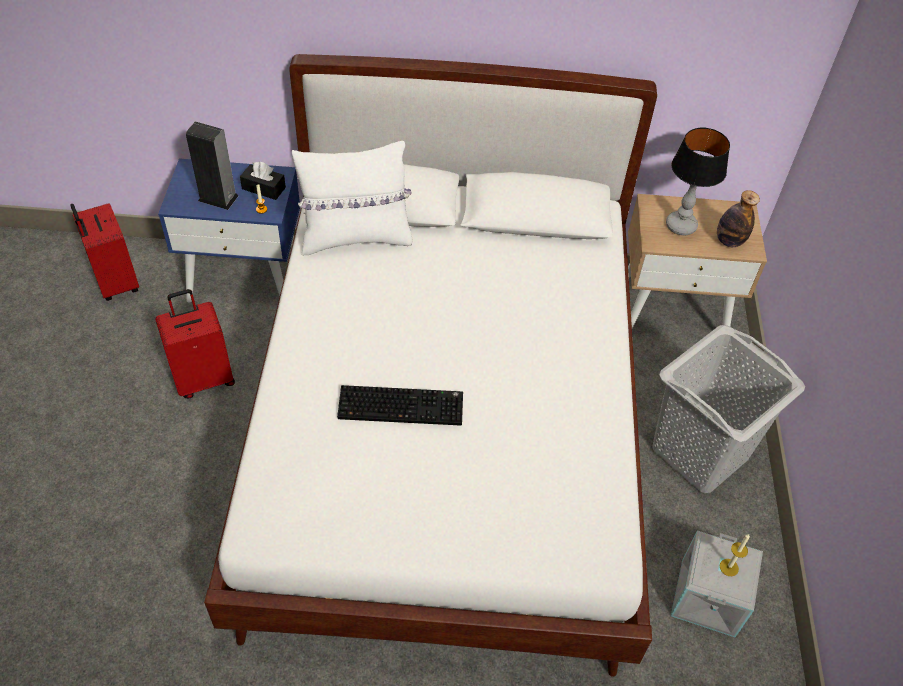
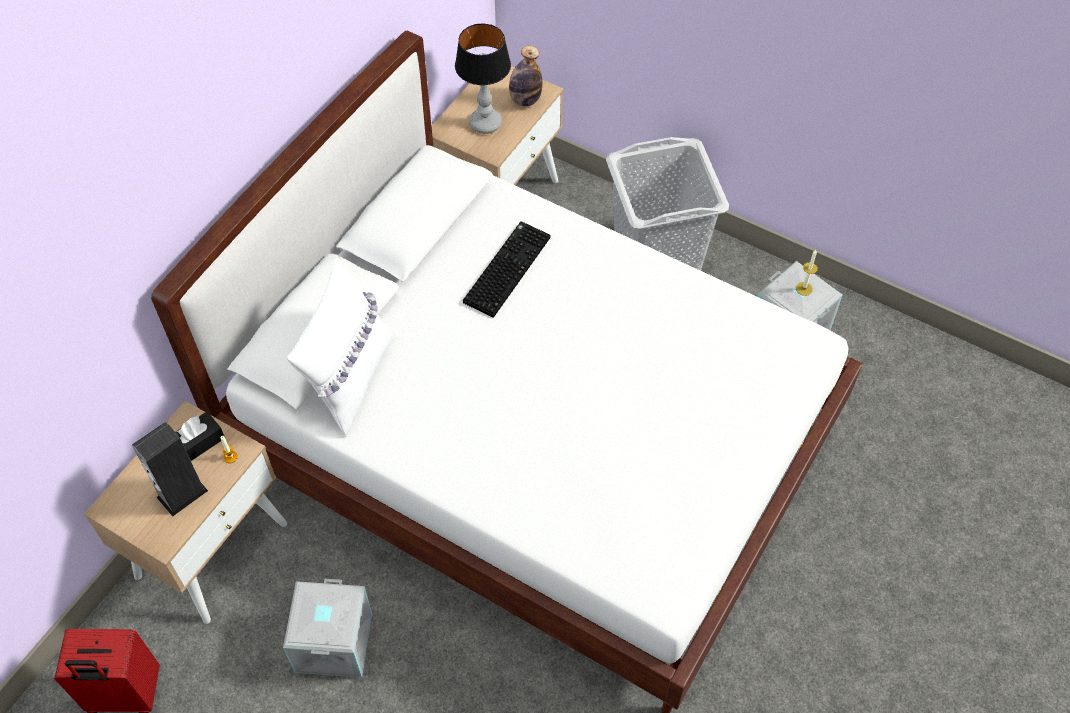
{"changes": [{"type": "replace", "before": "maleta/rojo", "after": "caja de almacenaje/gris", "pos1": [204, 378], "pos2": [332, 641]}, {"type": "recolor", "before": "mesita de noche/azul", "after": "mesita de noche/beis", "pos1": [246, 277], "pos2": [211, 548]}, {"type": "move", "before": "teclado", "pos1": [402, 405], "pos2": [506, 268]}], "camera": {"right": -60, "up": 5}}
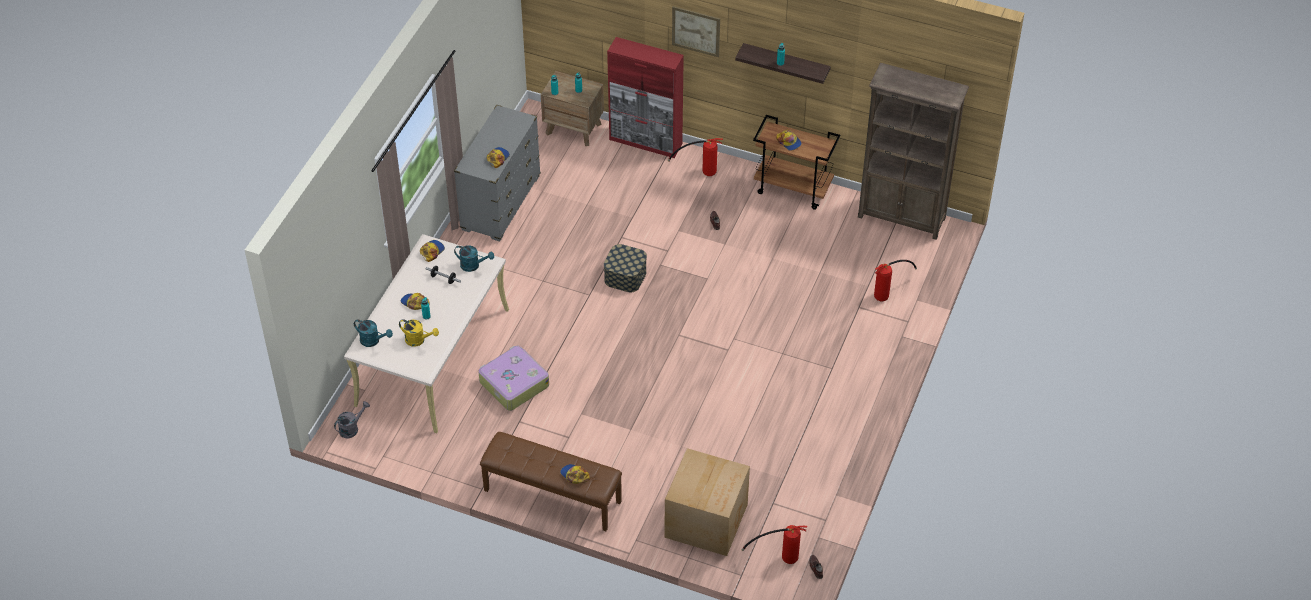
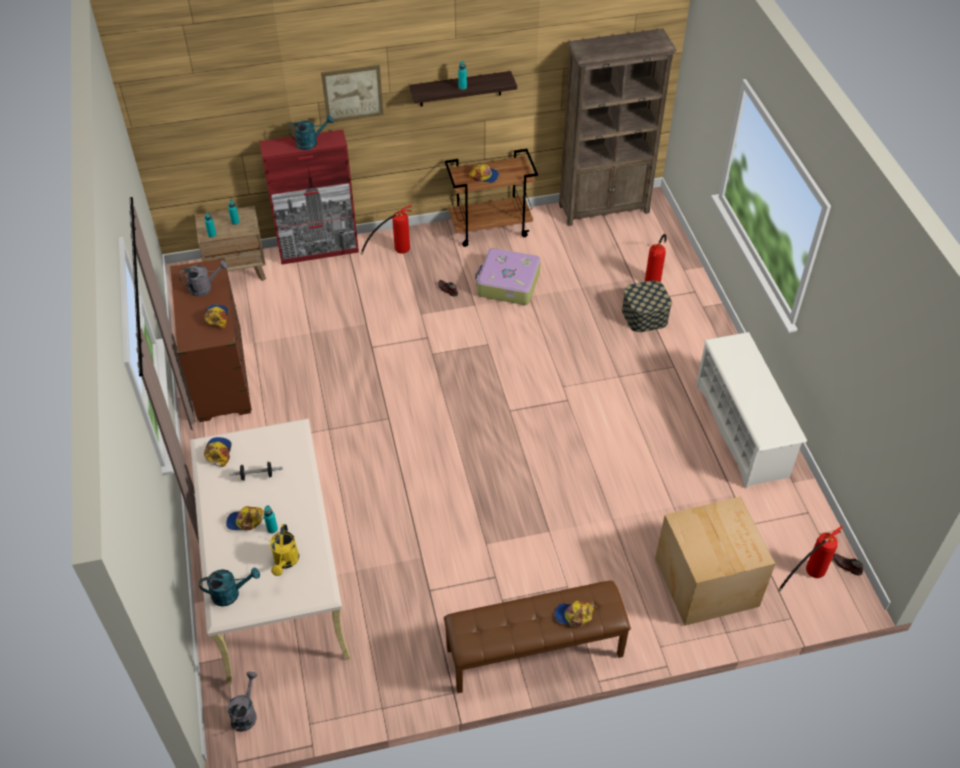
{"changes": [{"type": "rotate", "before": "regadera/amarillo", "pos1": [418, 340], "pos2": [286, 562], "turn": 105}, {"type": "recolor", "before": "cómoda/gris", "after": "cómoda/marrón", "pos1": [501, 203], "pos2": [220, 375]}, {"type": "move", "before": "regadera/turquesa", "pos1": [473, 265], "pos2": [310, 143]}, {"type": "move", "before": "maleta", "pos1": [513, 384], "pos2": [507, 284]}, {"type": "move", "before": "caja de almacenaje", "pos1": [625, 276], "pos2": [644, 316]}, {"type": "insert", "after": "regadera/gris", "pos2": [205, 287]}, {"type": "insert", "after": "zapatero/blanco", "pos2": [741, 430]}], "camera": {"right": -35, "up": 0}}
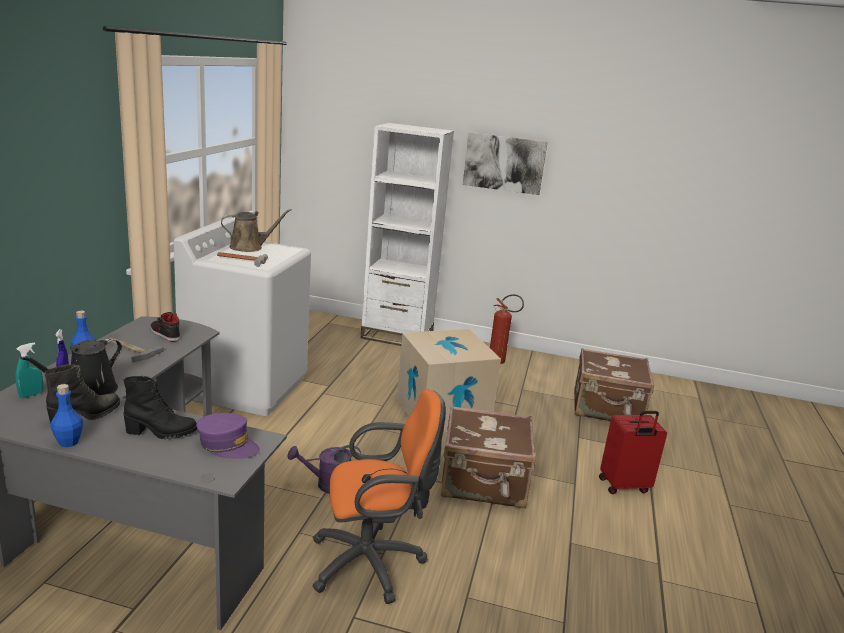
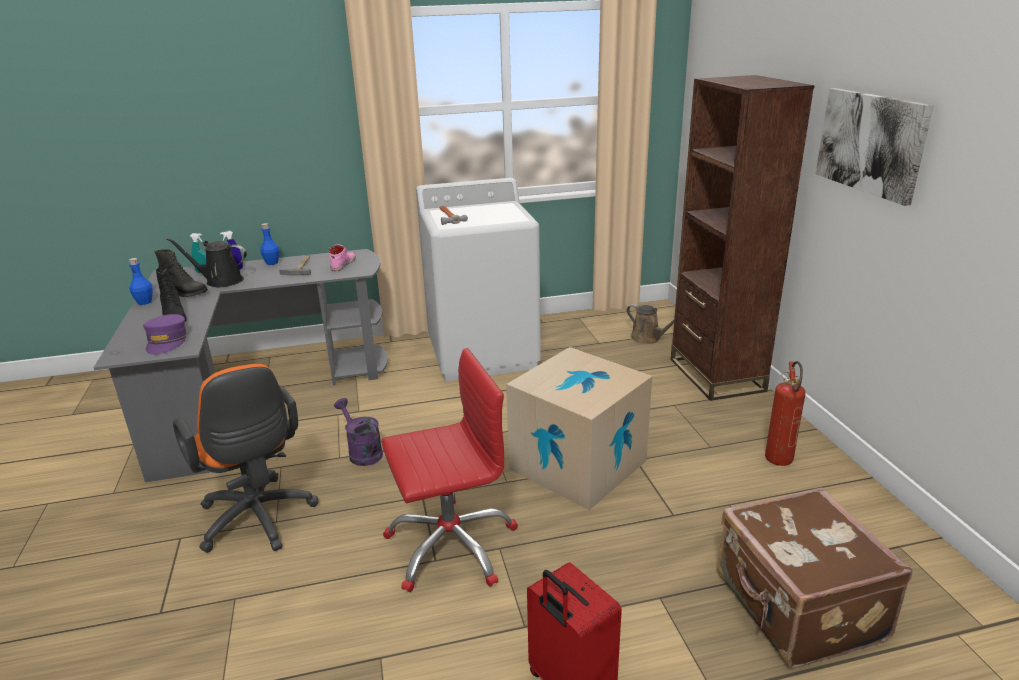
{"changes": [{"type": "recolor", "before": "zapato/negro", "after": "zapato/rosa", "pos1": [164, 334], "pos2": [343, 264]}, {"type": "move", "before": "regadera/marrón", "pos1": [249, 247], "pos2": [648, 338]}, {"type": "recolor", "before": "estantería/blanco", "after": "estantería/marrón", "pos1": [397, 336], "pos2": [716, 375]}, {"type": "replace", "before": "maleta/marrón", "after": "silla de oficina/rojo", "pos1": [484, 483], "pos2": [451, 545]}], "camera": {"right": 65, "up": 5}}
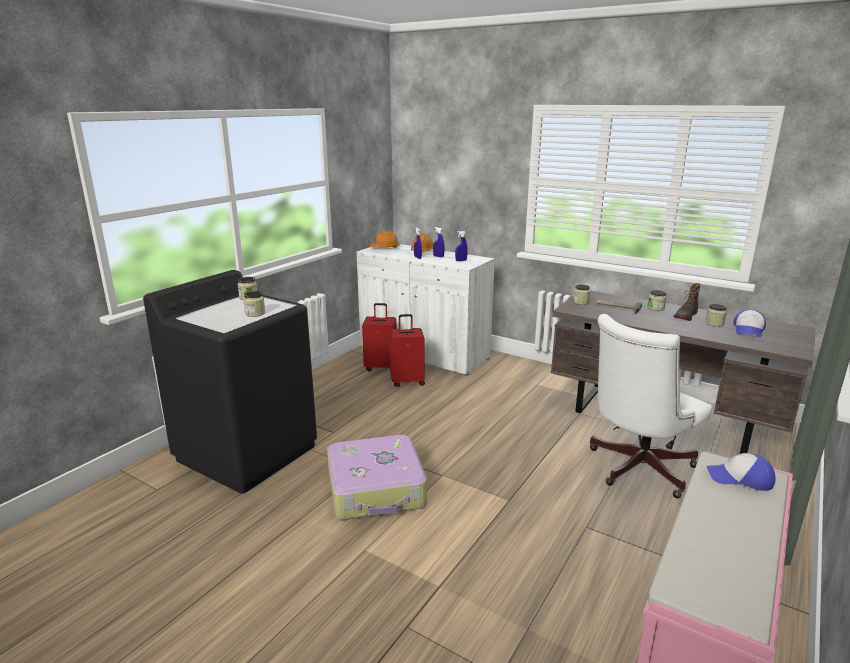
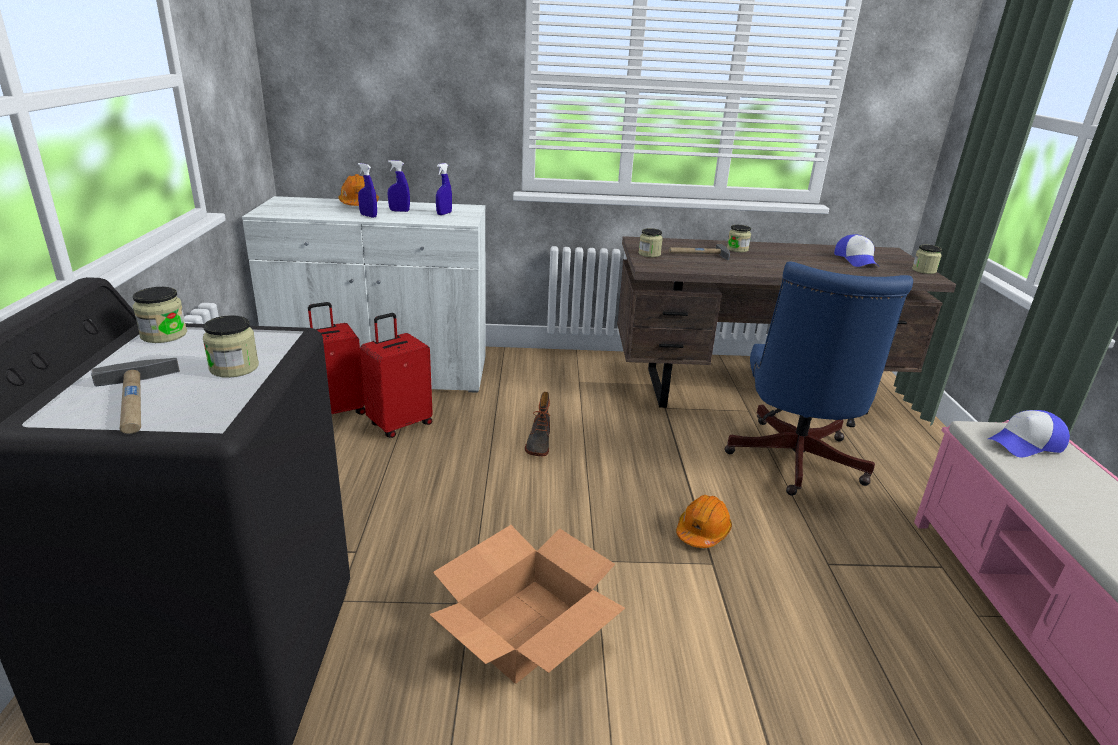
{"changes": [{"type": "replace", "before": "maleta", "after": "caja de cartón", "pos1": [376, 489], "pos2": [526, 628]}, {"type": "move", "before": "casco/naranja", "pos1": [385, 248], "pos2": [702, 531]}, {"type": "recolor", "before": "silla de oficina/blanco", "after": "silla de oficina/azul", "pos1": [636, 469], "pos2": [793, 463]}, {"type": "move", "before": "bota", "pos1": [685, 316], "pos2": [538, 443]}, {"type": "move", "before": "tarro", "pos1": [714, 323], "pos2": [923, 270]}, {"type": "insert", "after": "martillo", "pos2": [138, 401]}], "camera": {"right": -35, "up": 5}}
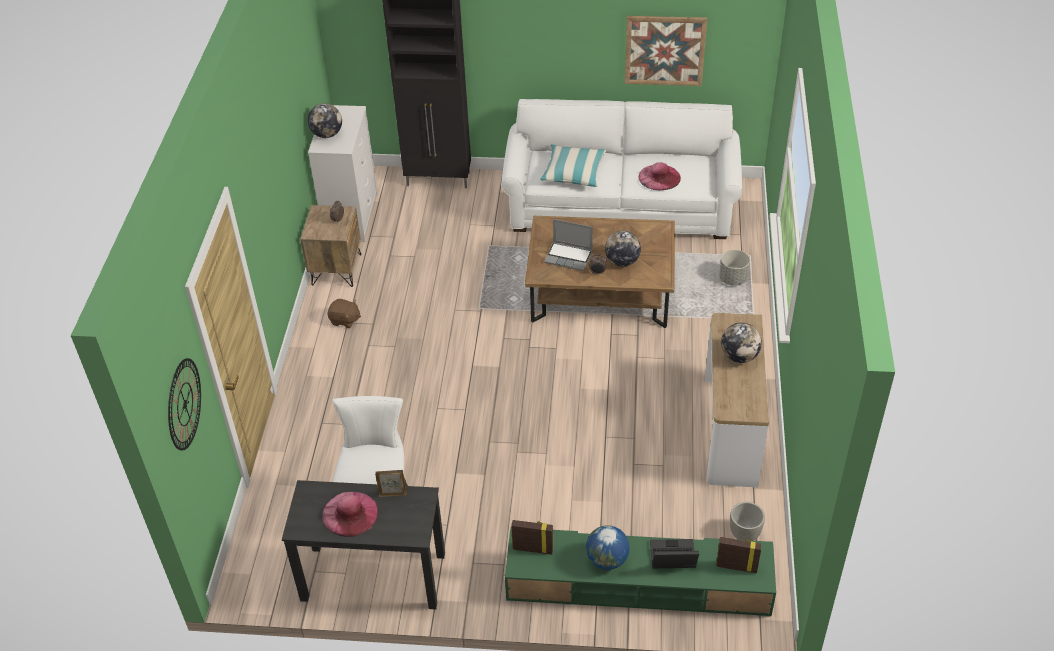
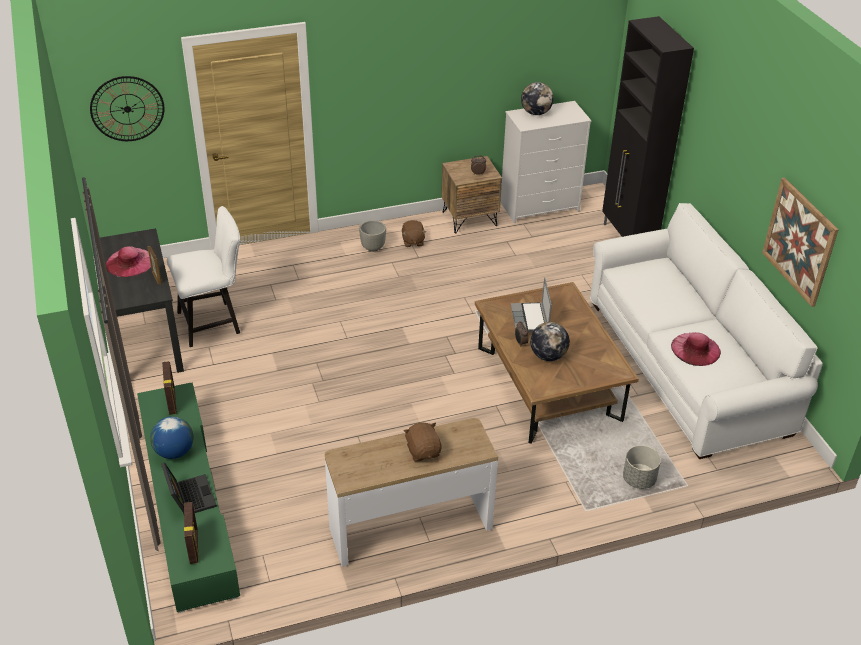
{"changes": [{"type": "delete", "before": "cojín", "pos1": [573, 172]}, {"type": "replace", "before": "globo terráqueo", "after": "peluche/marrón", "pos1": [739, 356], "pos2": [423, 451]}, {"type": "move", "before": "maceta/gris", "pos1": [744, 534], "pos2": [373, 247]}], "camera": {"right": 65, "up": -5}}
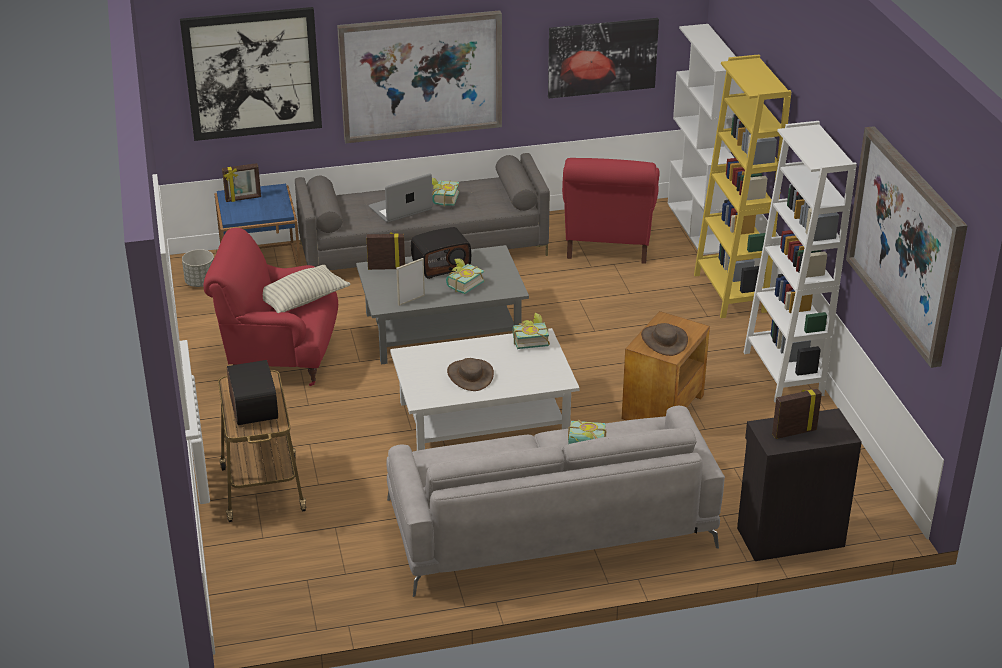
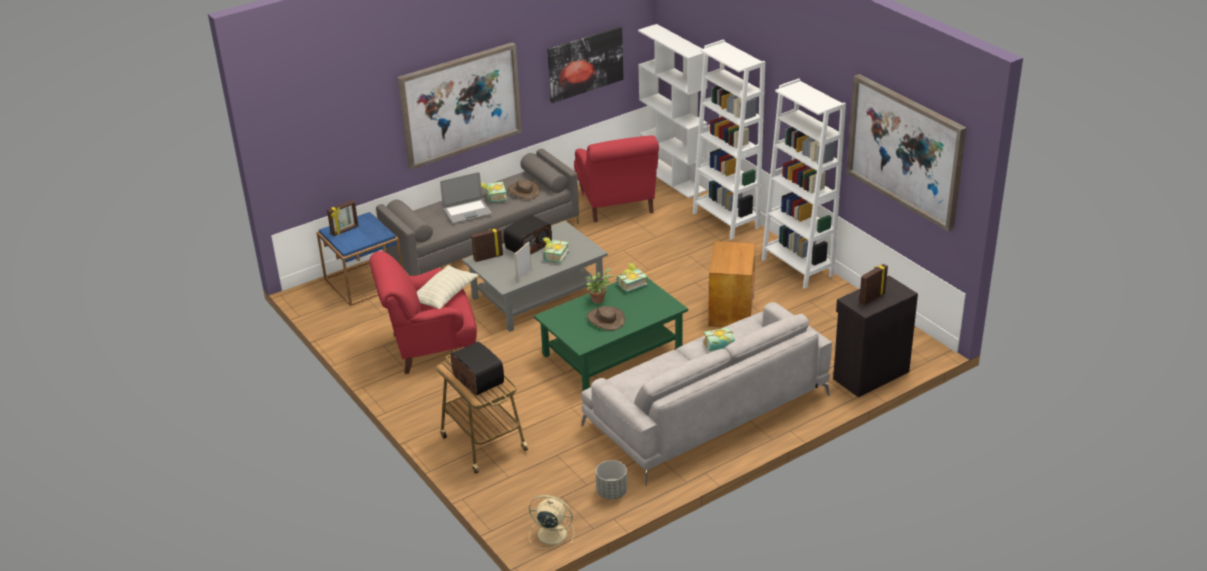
{"changes": [{"type": "delete", "before": "cuadro", "pos1": [252, 73]}, {"type": "move", "before": "maceta/gris", "pos1": [200, 282], "pos2": [612, 492]}, {"type": "rotate", "before": "portátil", "pos1": [401, 209], "pos2": [467, 212], "turn": -150}, {"type": "recolor", "before": "mesa de centro/blanco", "after": "mesa de centro/verde", "pos1": [483, 421], "pos2": [612, 353]}, {"type": "move", "before": "sombrero/marrón", "pos1": [664, 340], "pos2": [524, 191]}, {"type": "recolor", "before": "estantería/amarillo", "after": "estantería/blanco", "pos1": [729, 293], "pos2": [725, 220]}, {"type": "insert", "after": "ventilador/beis", "pos2": [550, 534]}, {"type": "insert", "after": "planta en maceta", "pos2": [598, 299]}], "camera": {"right": -20, "up": 0}}
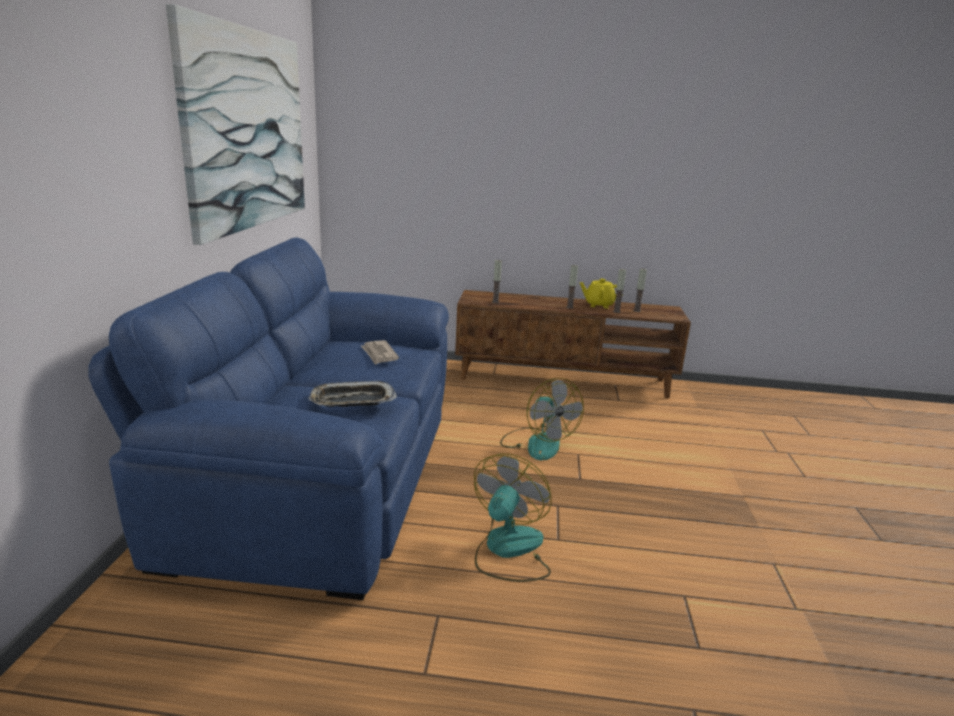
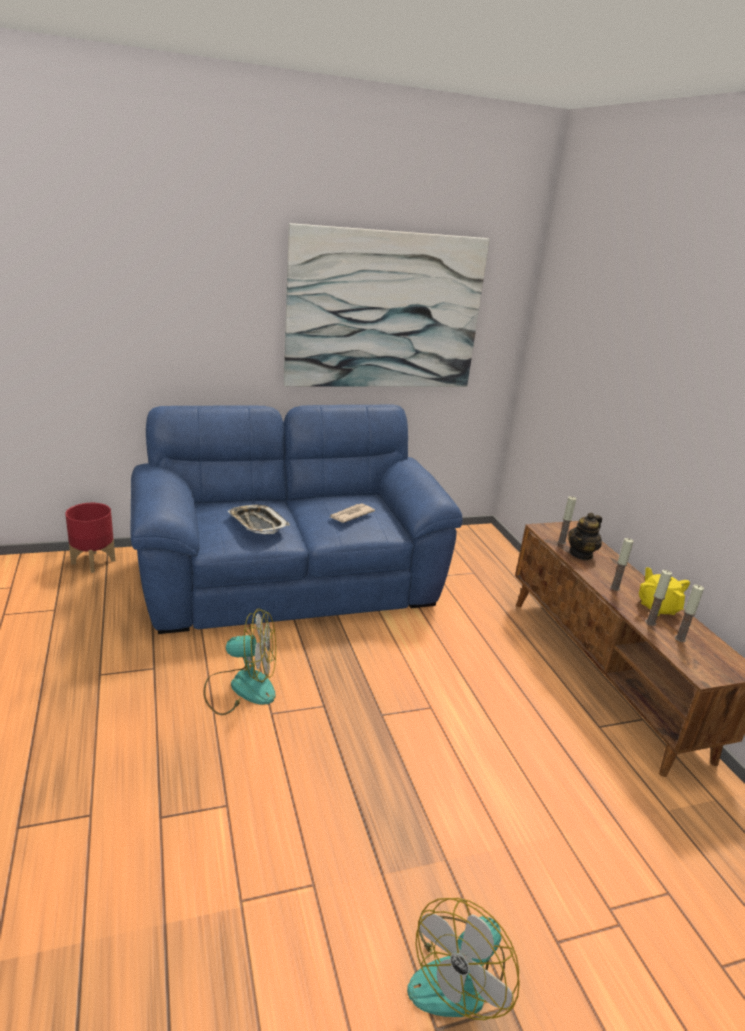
{"changes": [{"type": "move", "before": "ventilador", "pos1": [537, 443], "pos2": [459, 974]}, {"type": "insert", "after": "maceta/rojo", "pos2": [93, 561]}, {"type": "insert", "after": "tetera", "pos2": [581, 554]}], "camera": {"right": 65, "up": 5}}
